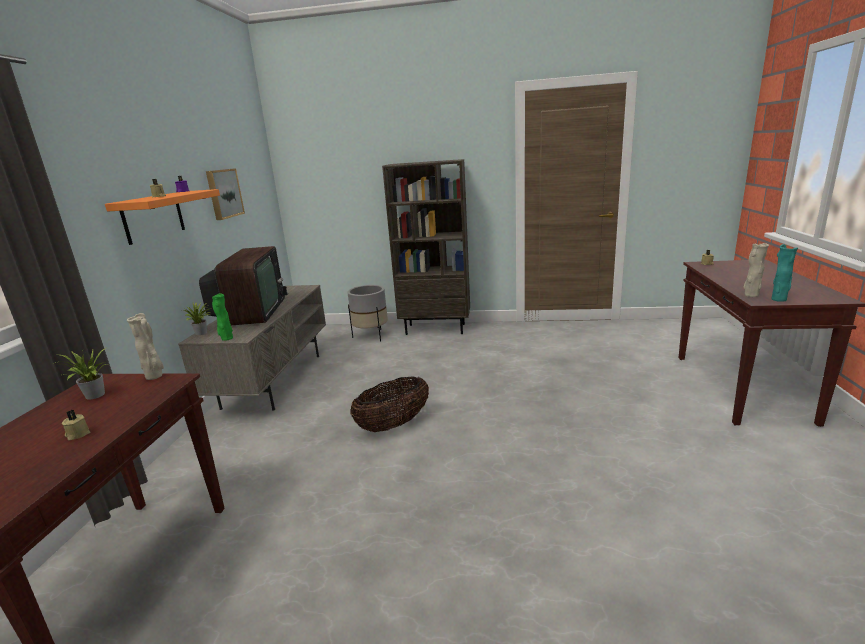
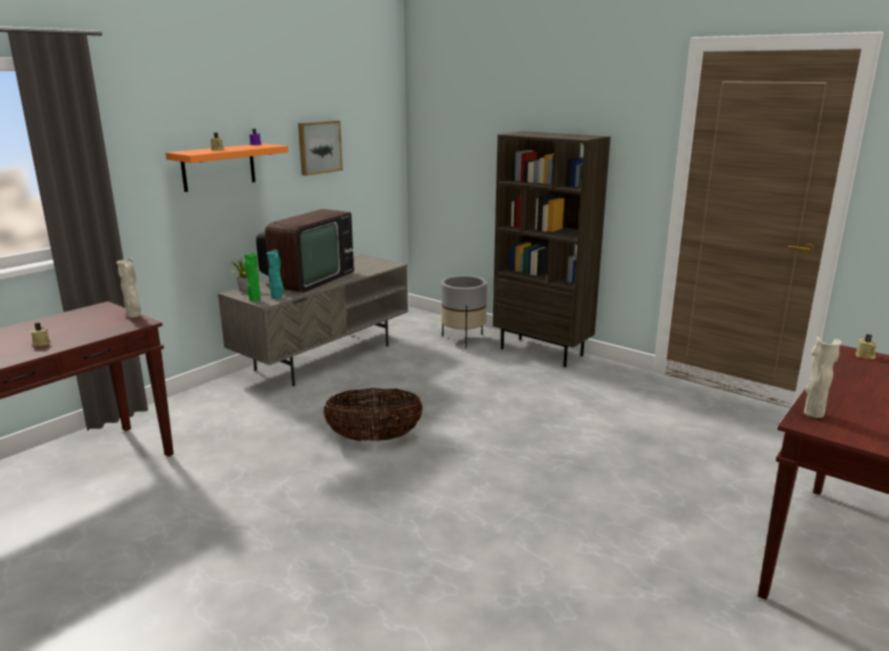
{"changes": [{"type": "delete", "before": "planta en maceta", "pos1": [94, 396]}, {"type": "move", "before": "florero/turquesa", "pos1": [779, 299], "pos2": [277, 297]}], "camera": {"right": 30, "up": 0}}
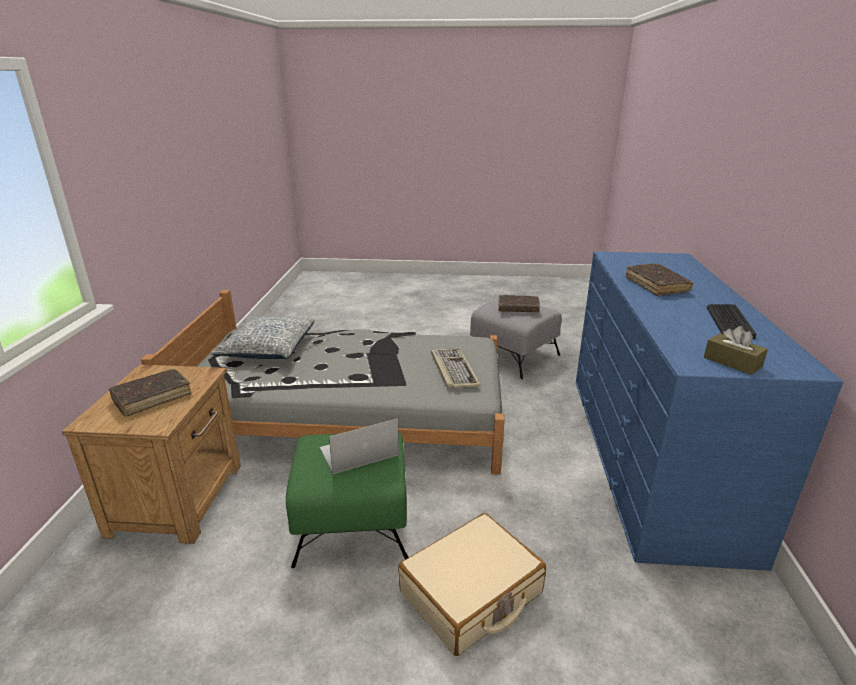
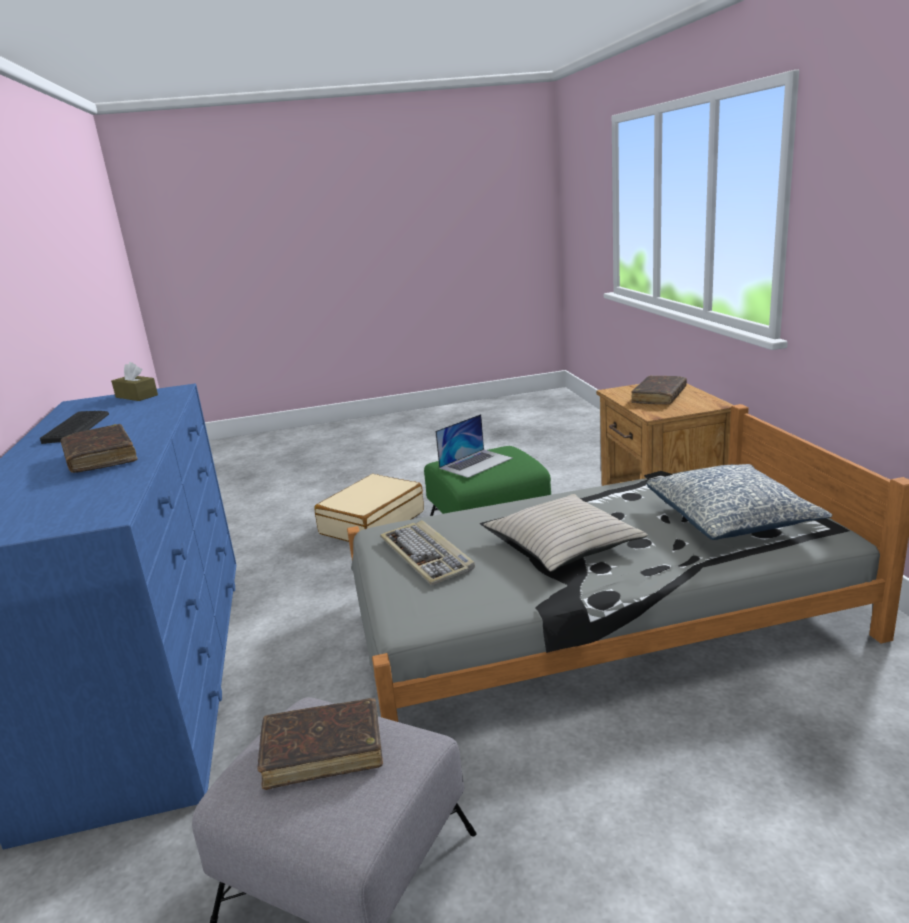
{"changes": [{"type": "insert", "after": "cojín/beis", "pos2": [563, 545]}], "camera": {"right": 165, "up": -5}}
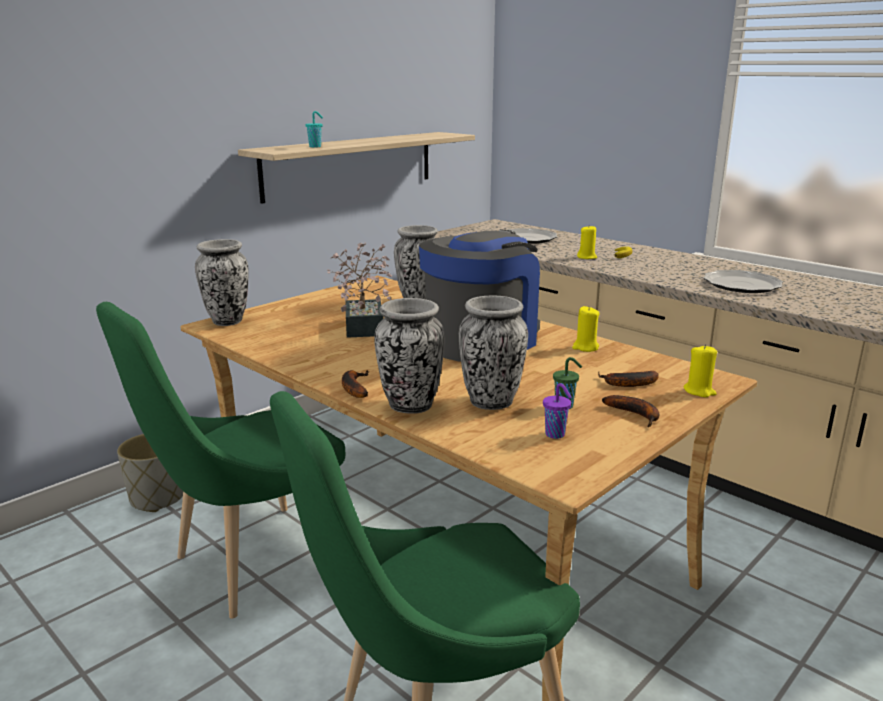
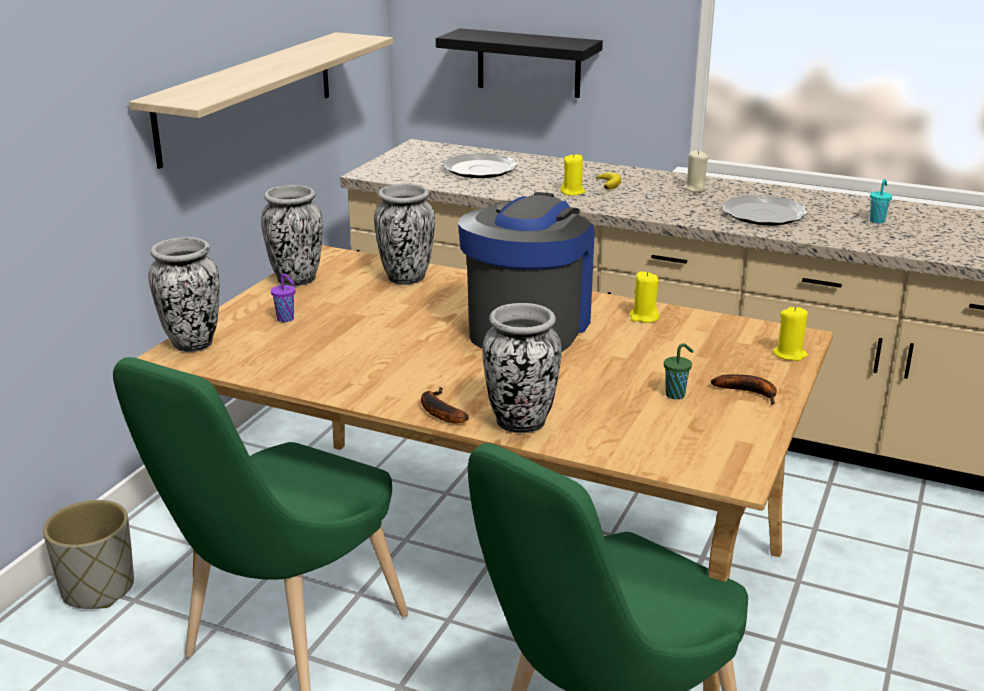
{"changes": [{"type": "move", "before": "taza/turquesa", "pos1": [316, 147], "pos2": [877, 221]}, {"type": "delete", "before": "planta en maceta", "pos1": [365, 325]}, {"type": "move", "before": "florero", "pos1": [491, 402], "pos2": [296, 280]}, {"type": "move", "before": "taza/morado", "pos1": [556, 435], "pos2": [286, 319]}, {"type": "delete", "before": "plátano", "pos1": [627, 384]}, {"type": "insert", "after": "estante/negro", "pos2": [528, 63]}, {"type": "insert", "after": "vela/beis", "pos2": [694, 189]}], "camera": {"right": -20, "up": 5}}
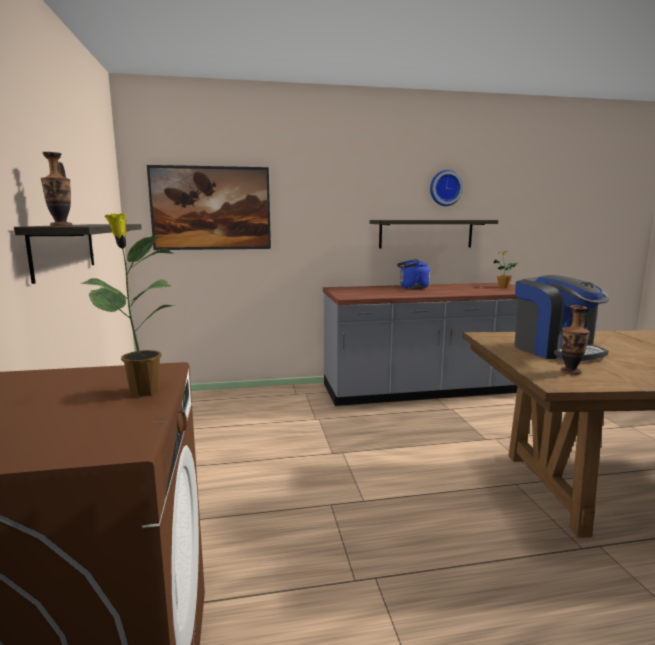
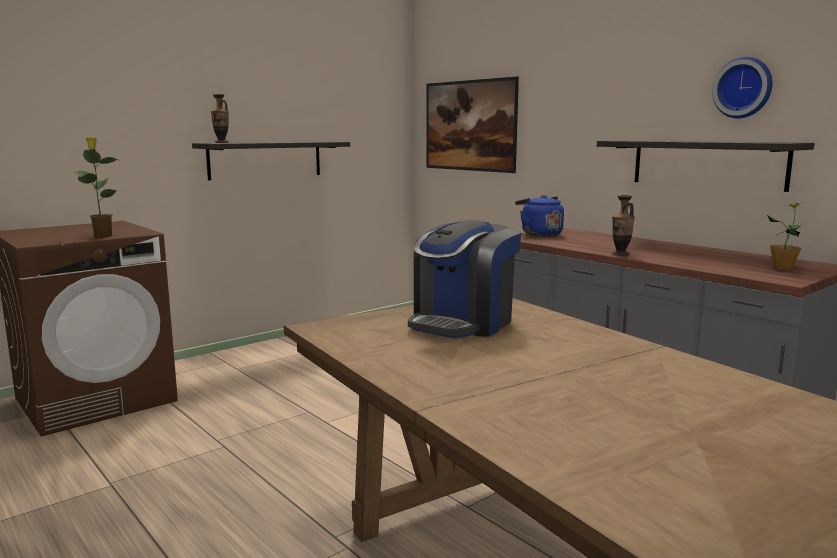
{"changes": [{"type": "move", "before": "hervidor/azul", "pos1": [412, 288], "pos2": [539, 234]}, {"type": "move", "before": "florero", "pos1": [570, 372], "pos2": [620, 254]}], "camera": {"right": 60, "up": 0}}
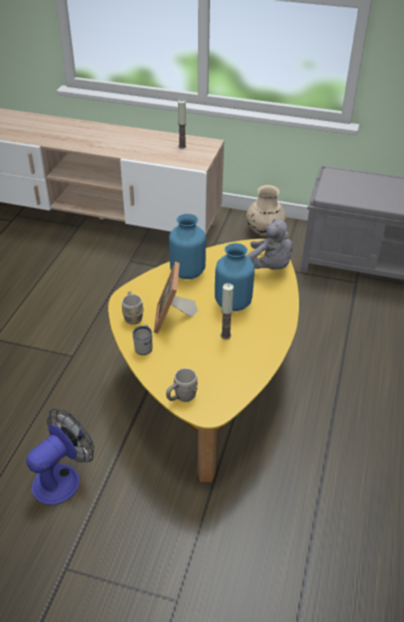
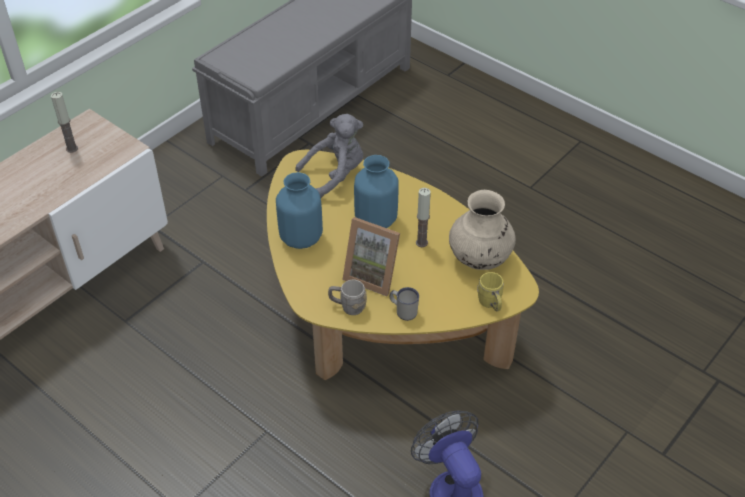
{"changes": [{"type": "recolor", "before": "taza grande/gris", "after": "taza grande/amarillo", "pos1": [181, 397], "pos2": [491, 304]}, {"type": "move", "before": "florero/beis", "pos1": [264, 231], "pos2": [479, 259]}], "camera": {"right": -65, "up": 5}}
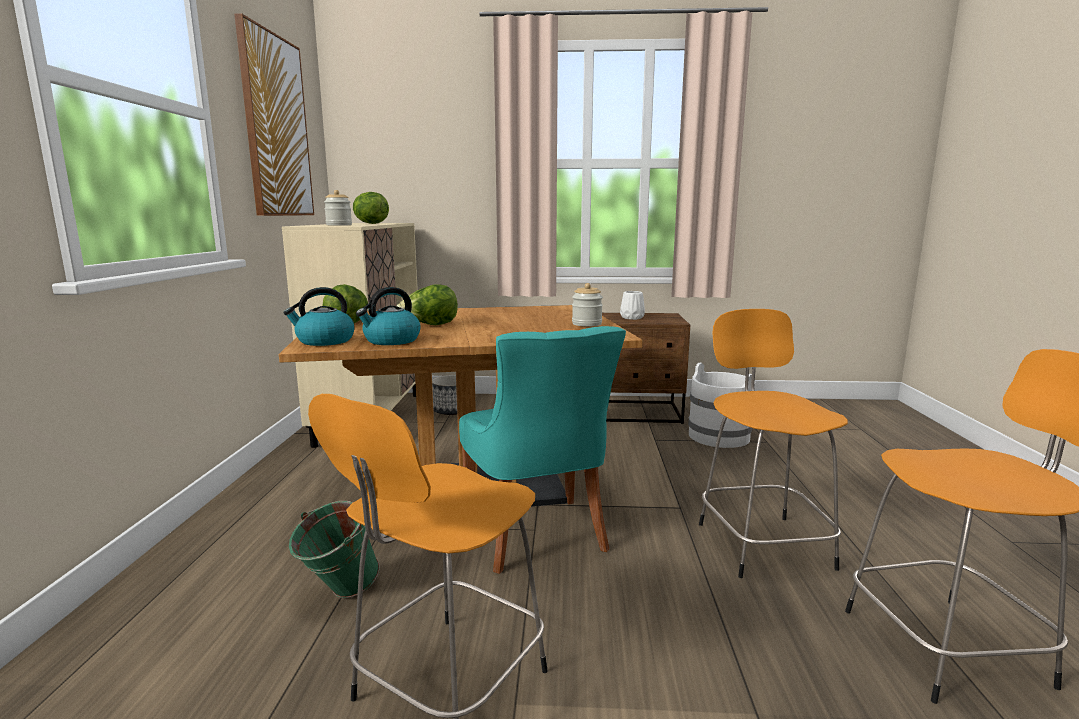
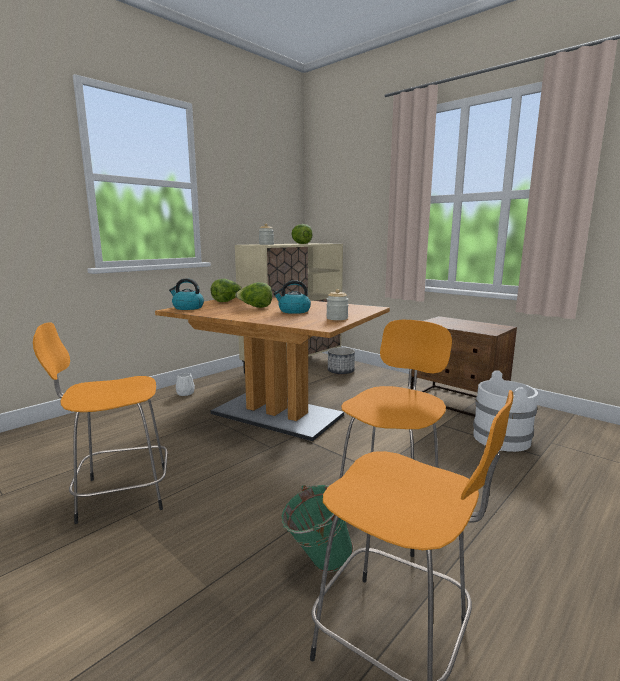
{"changes": [{"type": "delete", "before": "cuadro", "pos1": [276, 127]}, {"type": "move", "before": "cubo/verde", "pos1": [338, 593], "pos2": [316, 562]}, {"type": "move", "before": "hervidor", "pos1": [391, 341], "pos2": [293, 311]}, {"type": "delete", "before": "silla/turquesa", "pos1": [537, 537]}, {"type": "move", "before": "florero/blanco", "pos1": [632, 318], "pos2": [185, 393]}], "camera": {"right": 40, "up": 0}}
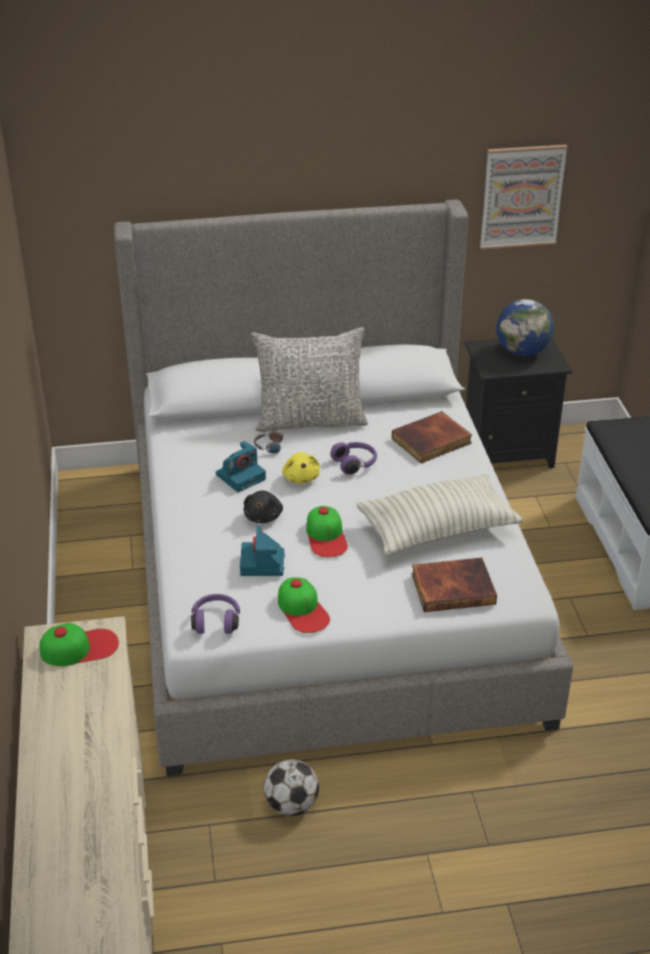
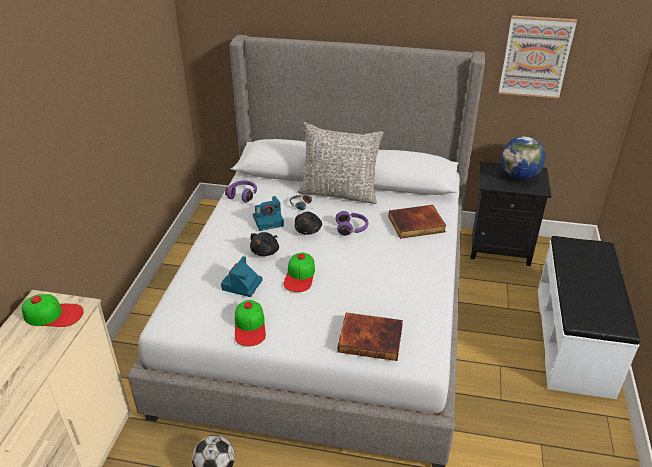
{"changes": [{"type": "move", "before": "auriculares/morado", "pos1": [216, 621], "pos2": [243, 195]}, {"type": "recolor", "before": "peluche/amarillo", "after": "peluche/negro", "pos1": [301, 477], "pos2": [308, 230]}, {"type": "delete", "before": "cojín", "pos1": [437, 530]}], "camera": {"right": 20, "up": 0}}
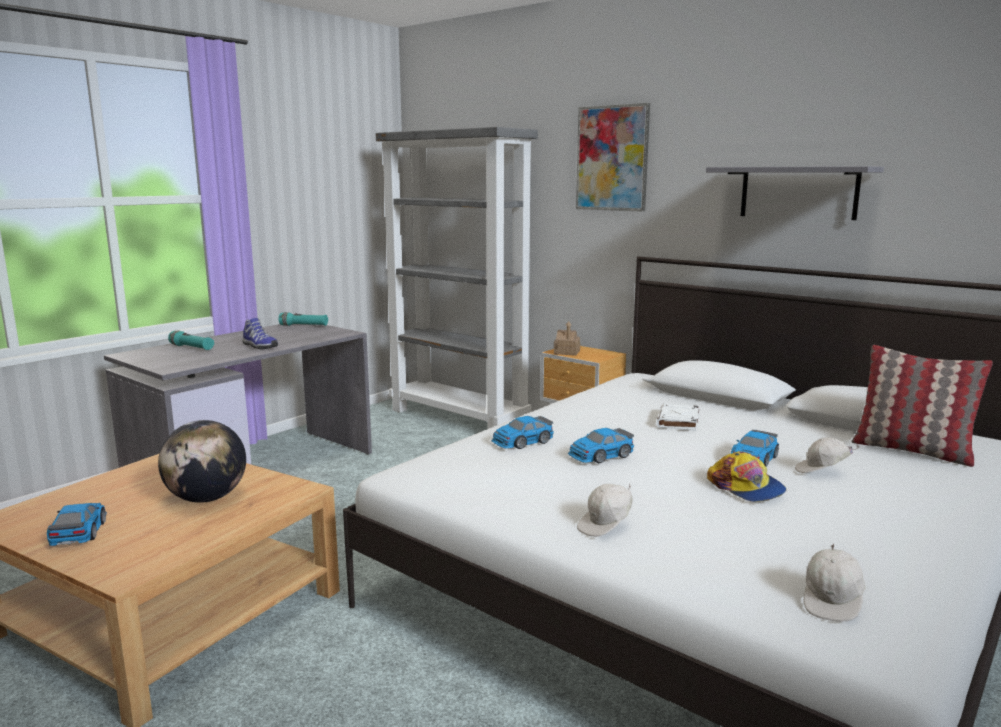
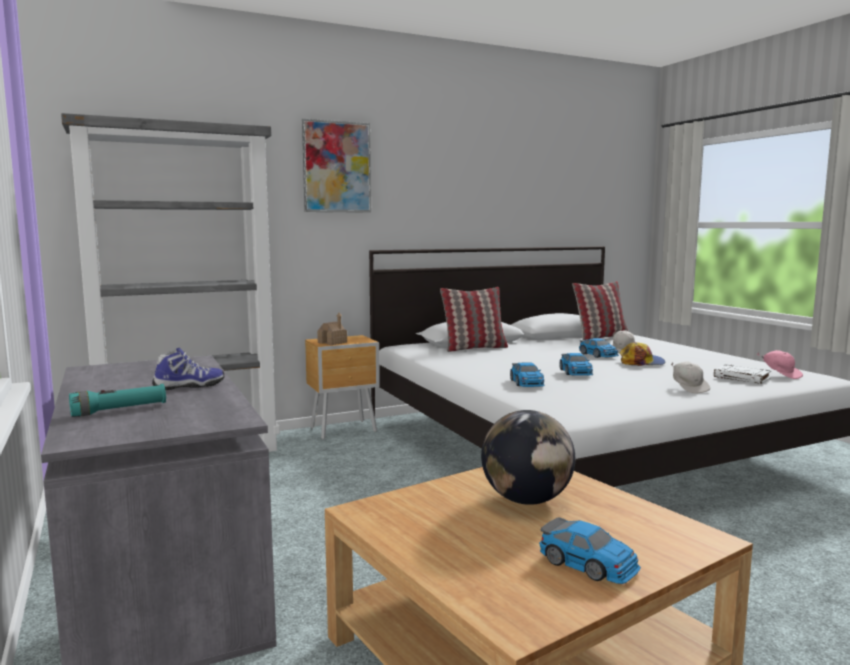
{"changes": [{"type": "rotate", "before": "coche de juguete", "pos1": [79, 532], "pos2": [588, 564], "turn": -150}, {"type": "delete", "before": "linterna/turquesa", "pos1": [303, 326]}, {"type": "move", "before": "libro/blanco", "pos1": [678, 421], "pos2": [742, 378]}, {"type": "delete", "before": "estante/gris", "pos1": [798, 192]}, {"type": "recolor", "before": "gorra/blanco", "after": "gorra/rosa", "pos1": [832, 602], "pos2": [781, 375]}, {"type": "insert", "after": "cojín", "pos2": [474, 348]}], "camera": {"right": -65, "up": -5}}
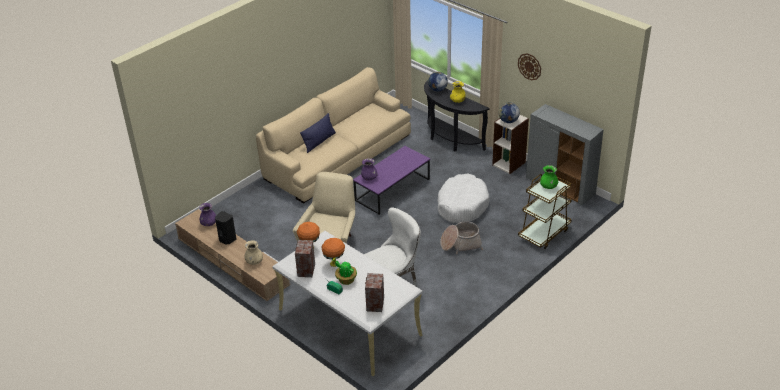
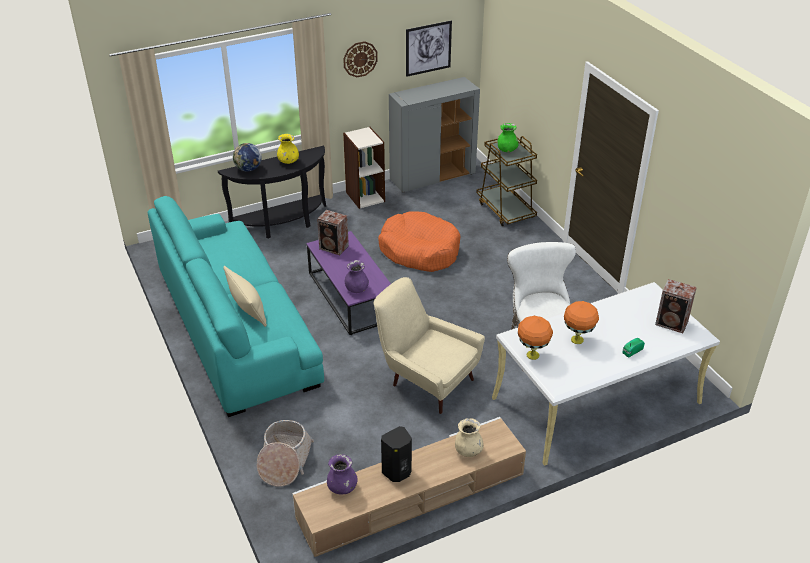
{"changes": [{"type": "recolor", "before": "sofá/beis", "after": "sofá/turquesa", "pos1": [338, 157], "pos2": [236, 327]}, {"type": "move", "before": "altavoz", "pos1": [306, 270], "pos2": [334, 248]}, {"type": "recolor", "before": "cojín/azul", "after": "cojín/beis", "pos1": [319, 141], "pos2": [247, 308]}, {"type": "delete", "before": "planta en maceta", "pos1": [345, 280]}, {"type": "recolor", "before": "cama para perro/blanco", "after": "cama para perro/naranja", "pos1": [462, 205], "pos2": [419, 250]}, {"type": "move", "before": "cesta", "pos1": [460, 244], "pos2": [284, 461]}, {"type": "delete", "before": "globo terráqueo", "pos1": [508, 121]}, {"type": "insert", "after": "cuadro", "pos2": [428, 48]}], "camera": {"right": -70, "up": 0}}
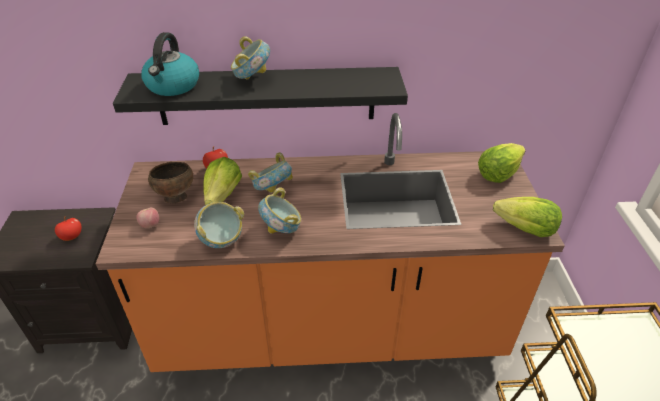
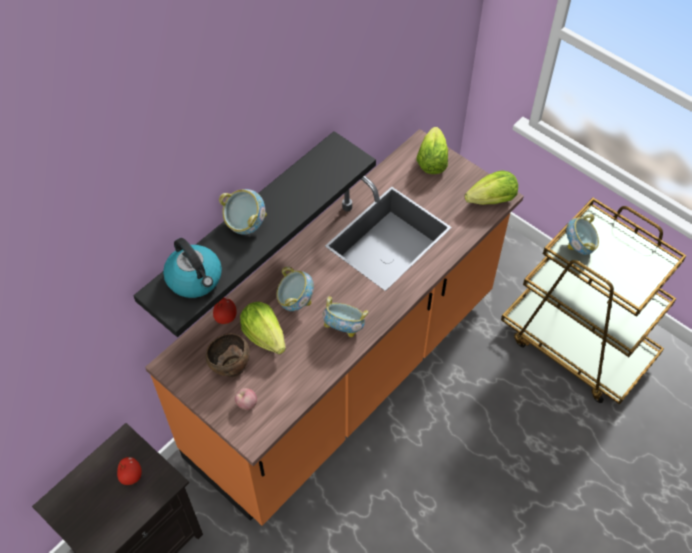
{"changes": [{"type": "move", "before": "cuenco", "pos1": [221, 240], "pos2": [579, 247]}], "camera": {"right": -45, "up": 15}}
